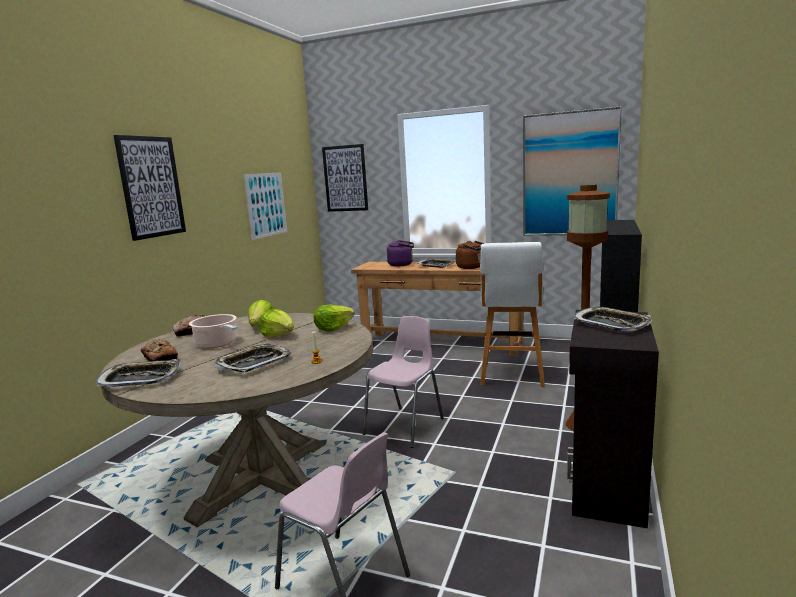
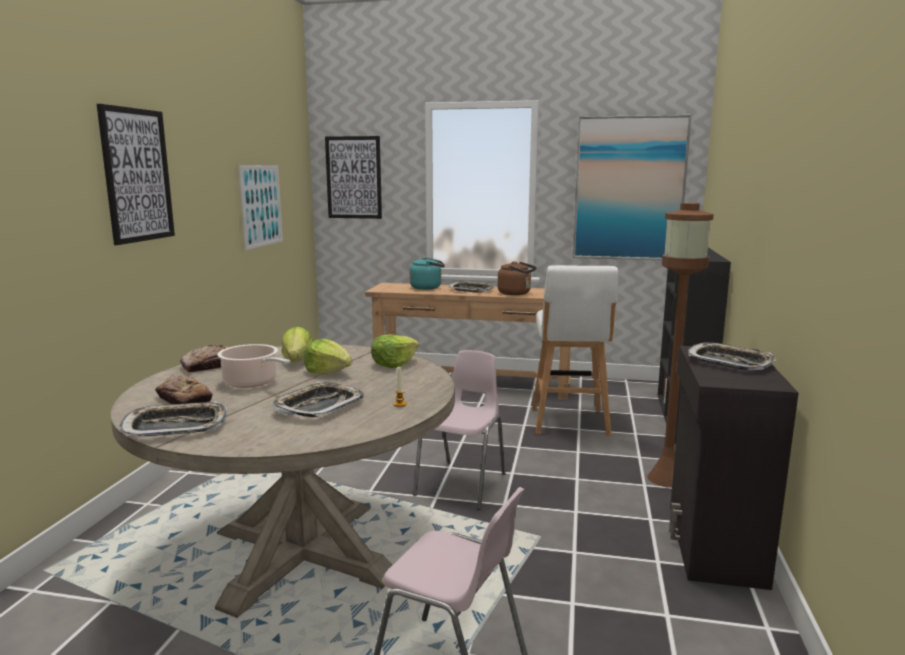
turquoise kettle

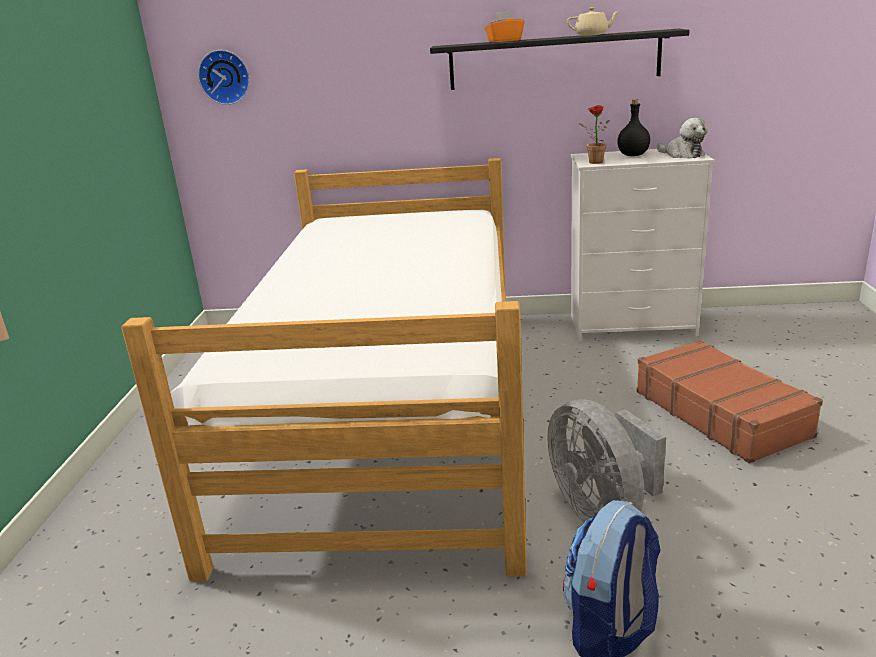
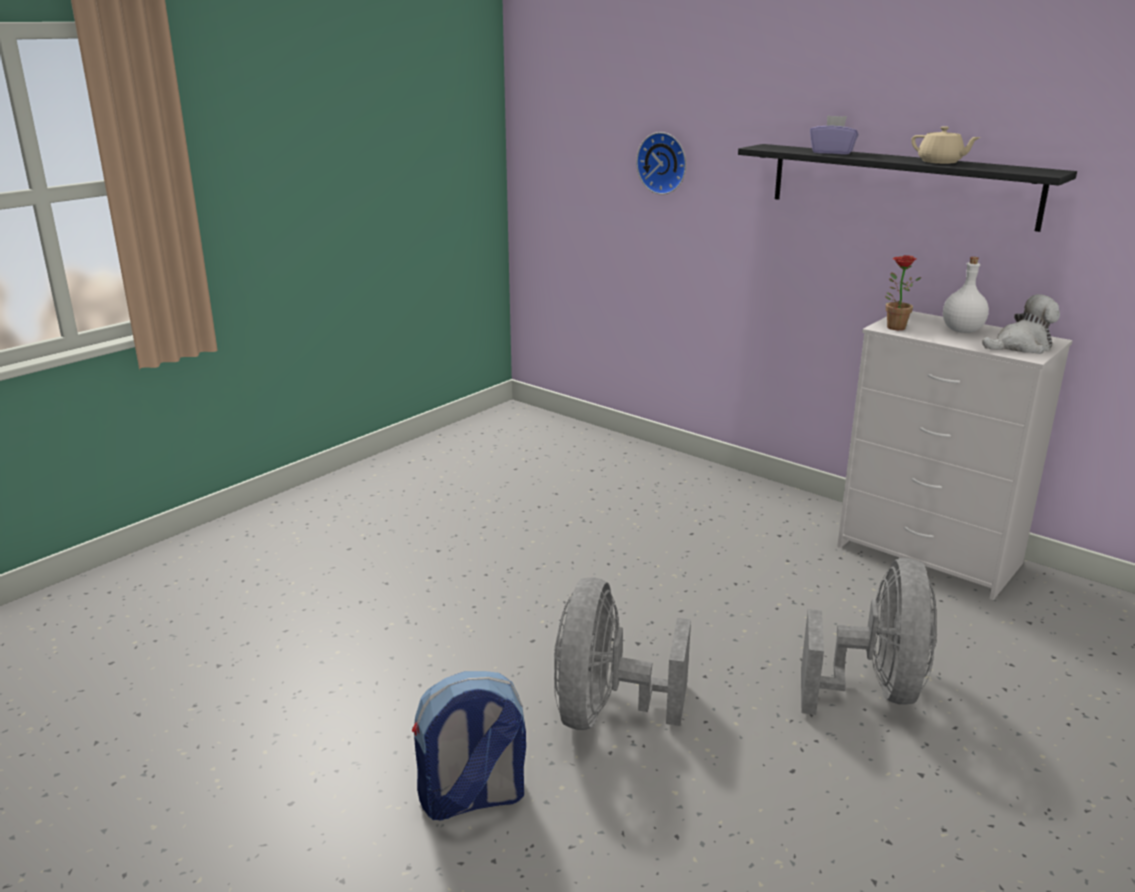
purple tissue box
wall clock
white bottle
plush toy
bed
grey fan (no. 2 from left)

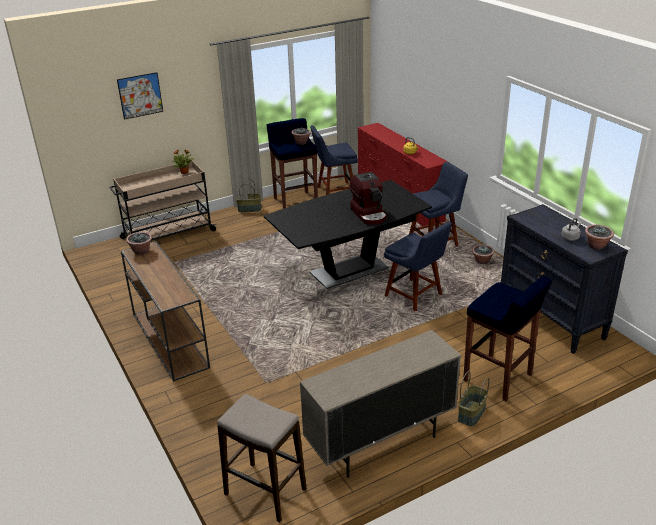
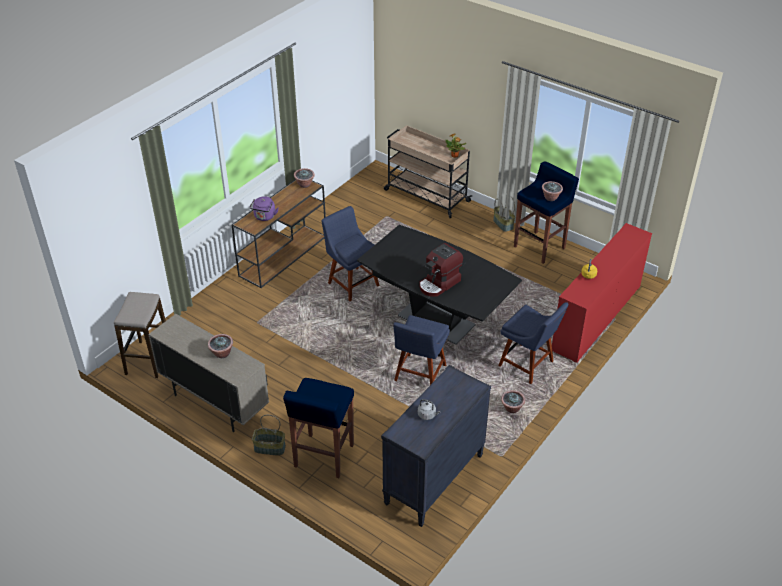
picture
blue chair (no. 1 from left)
potted plant (no. 1 from left)
purple kettle

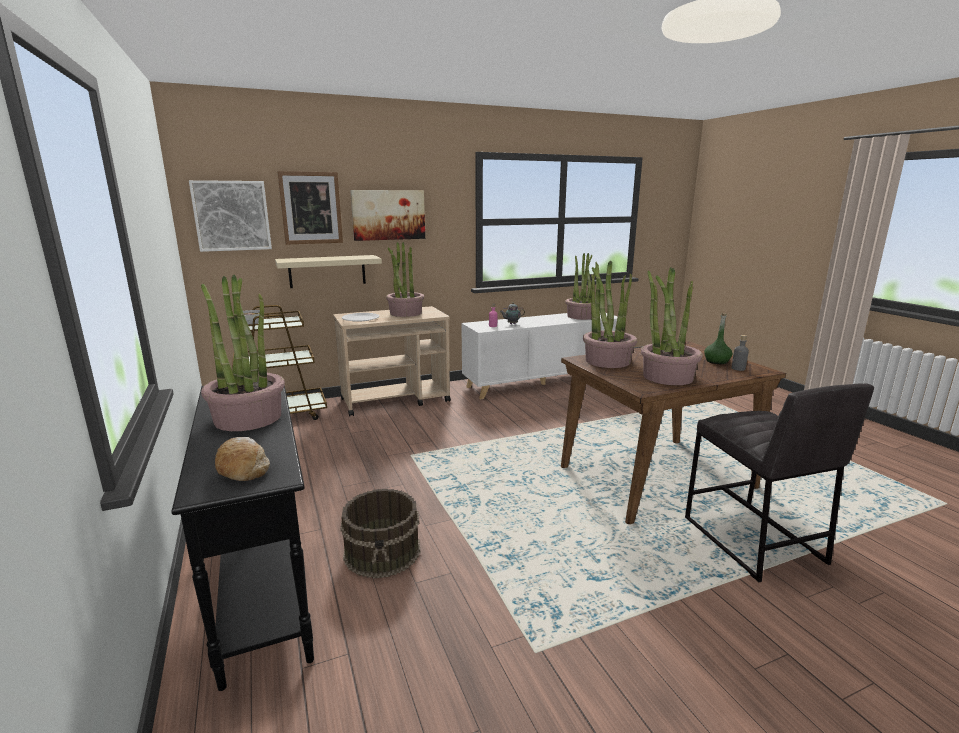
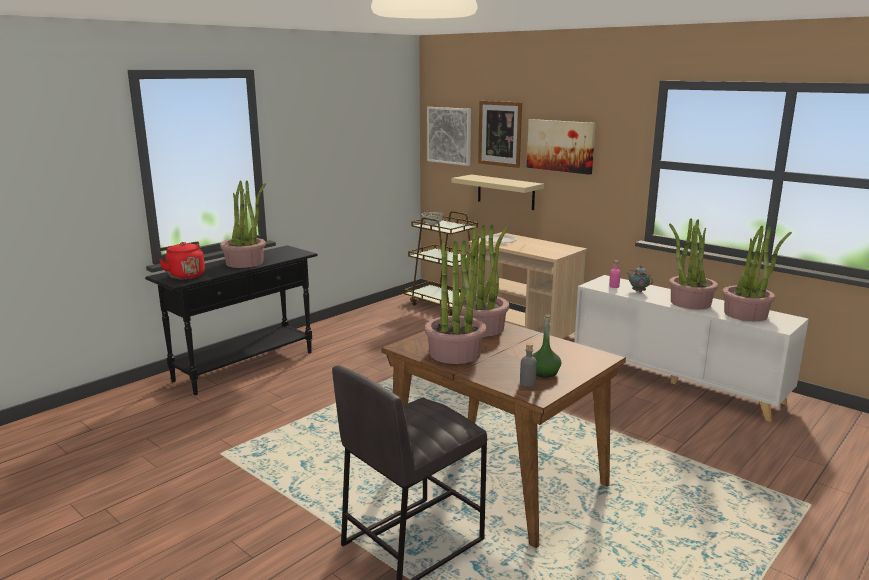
potted plant (no. 4 from left)
red kettle
brown bucket

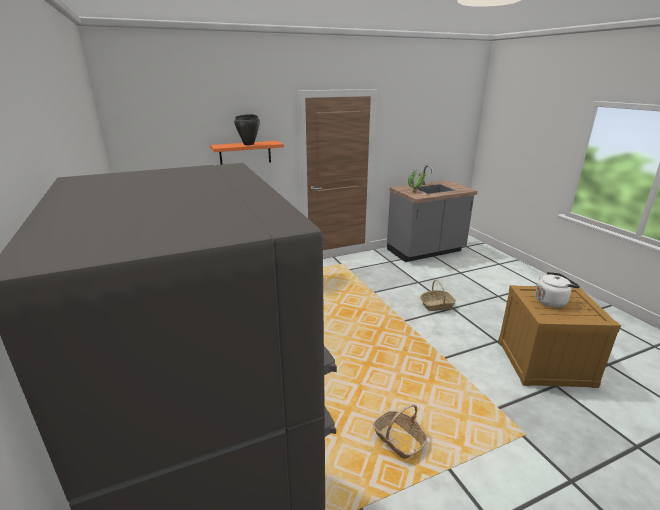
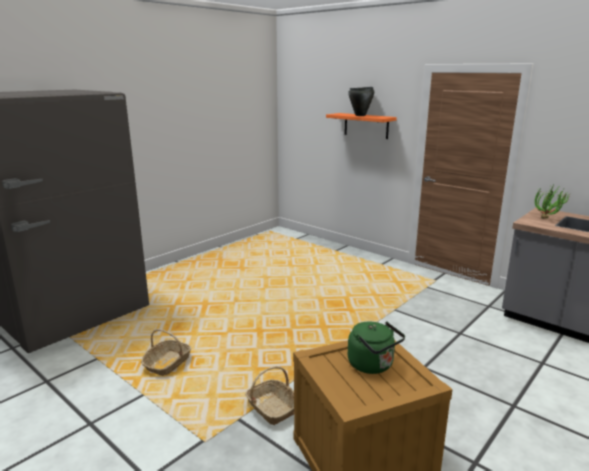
green kettle
basket (no. 2 from left)

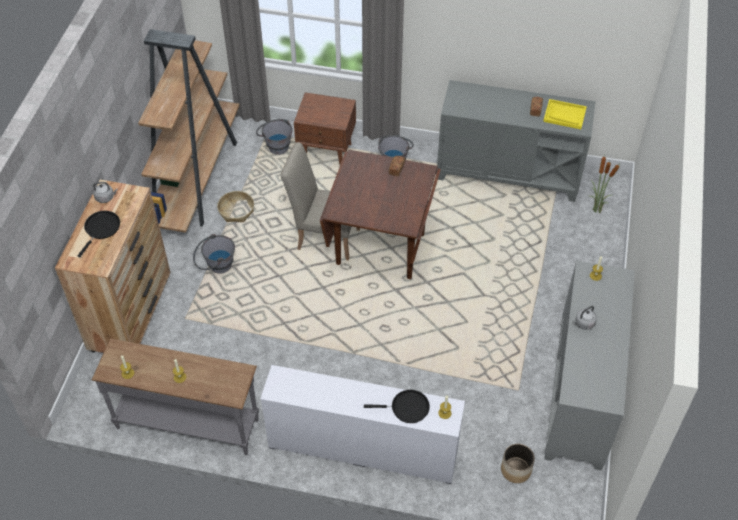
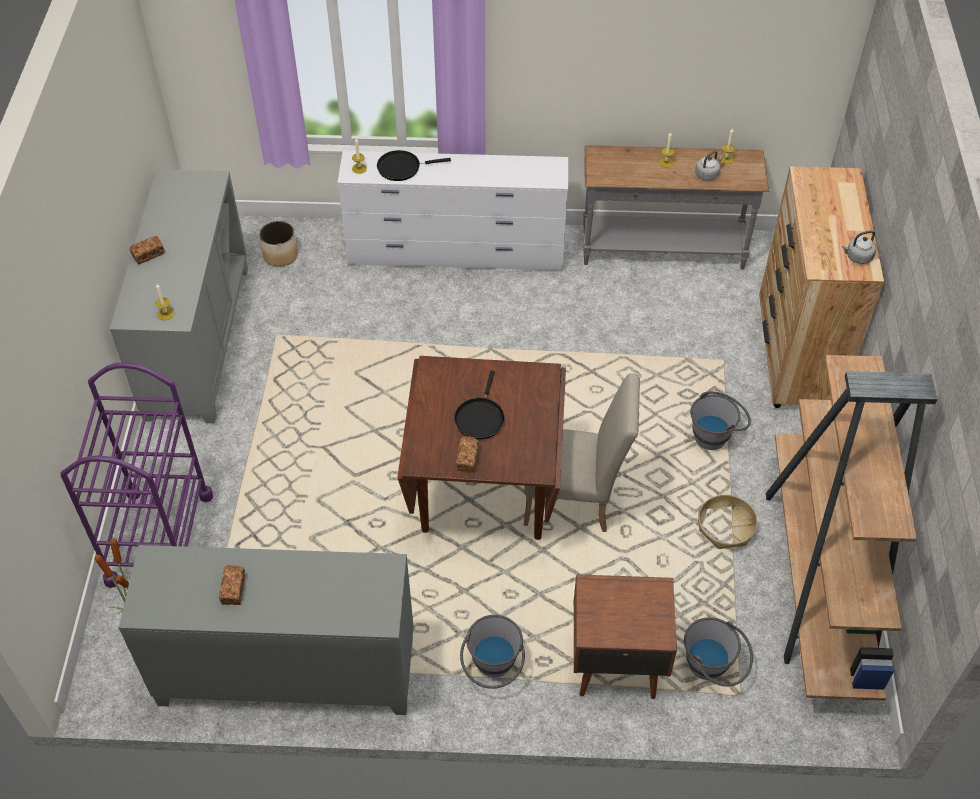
yellow tray
black frying pan (no. 2 from left)
grey kettle (no. 1 from left)
bread (no. 1 from left)
purple cart

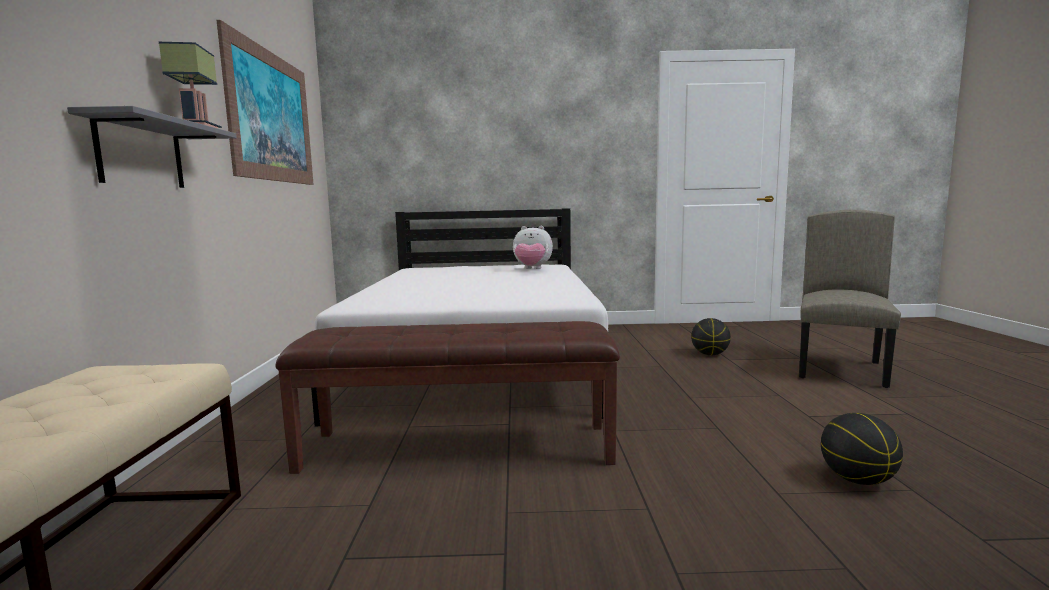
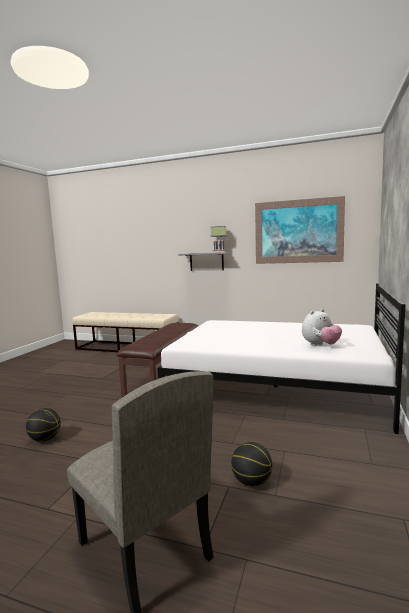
plush toy

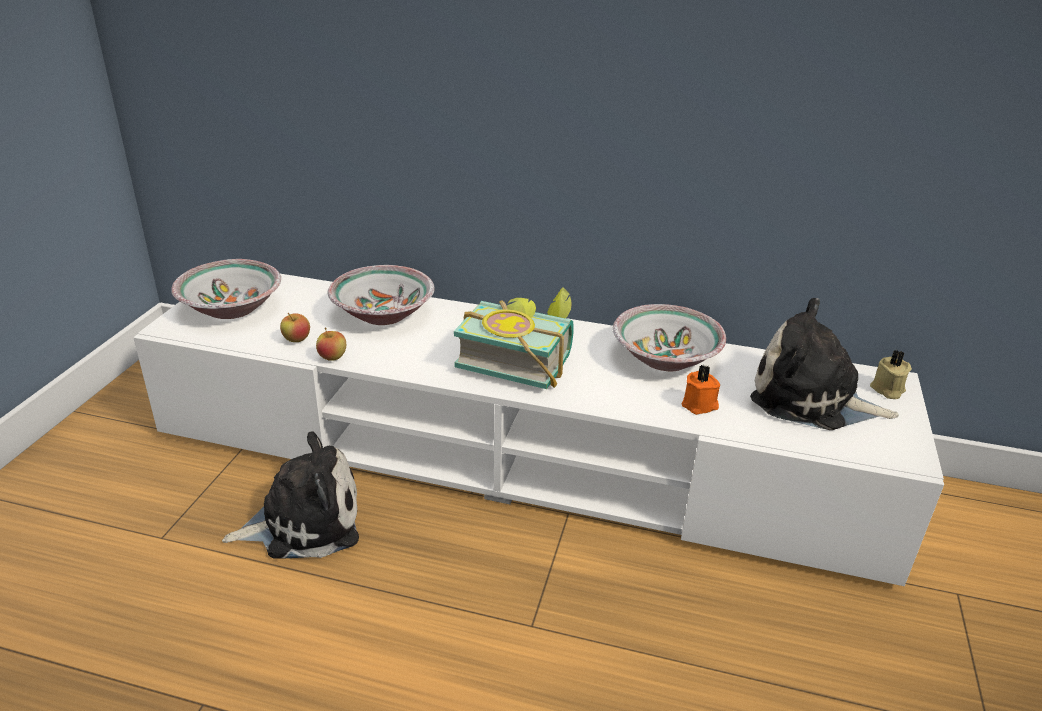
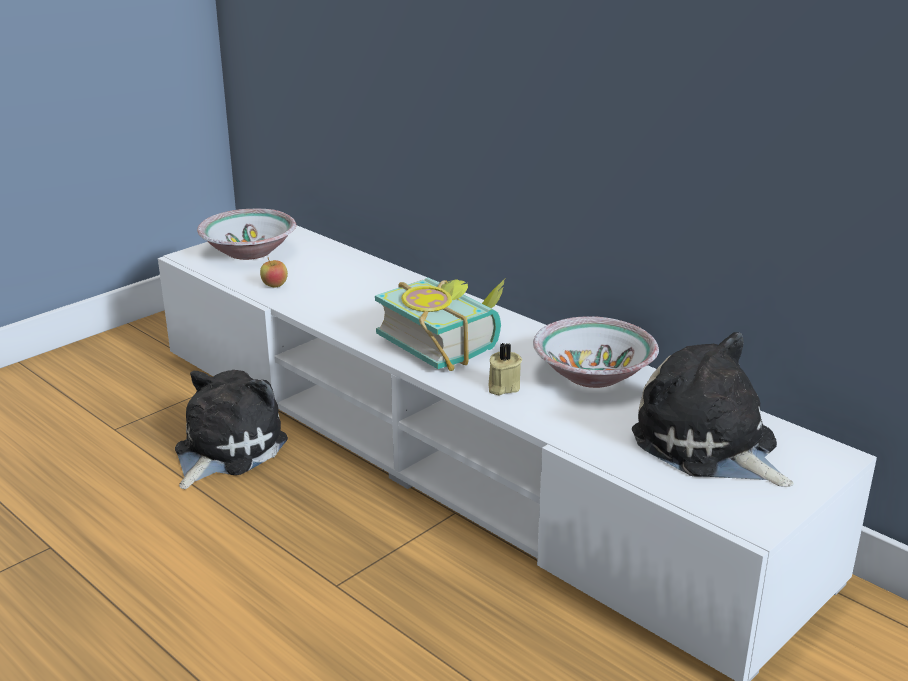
bowl (no. 2 from left in the first image)
apple (no. 2 from left in the first image)
beige candle
orange candle
plush toy (no. 1 from left)

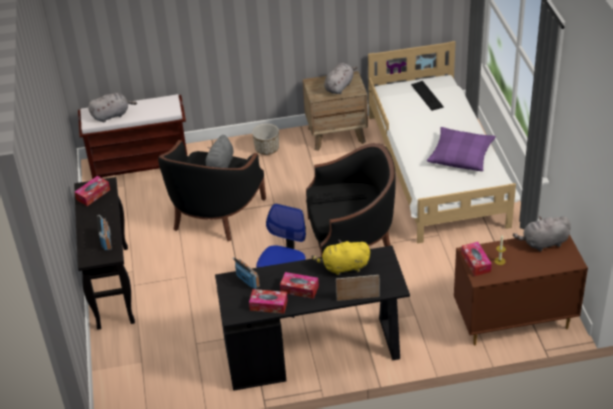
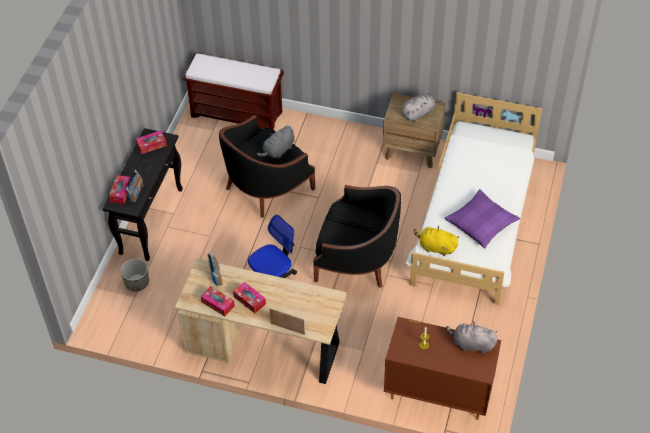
keyboard (no. 2 from left in the first image)
grey plush toy (no. 1 from left in the first image)
planter
yellow plush toy
tissue box (no. 1 from left)
beige desk

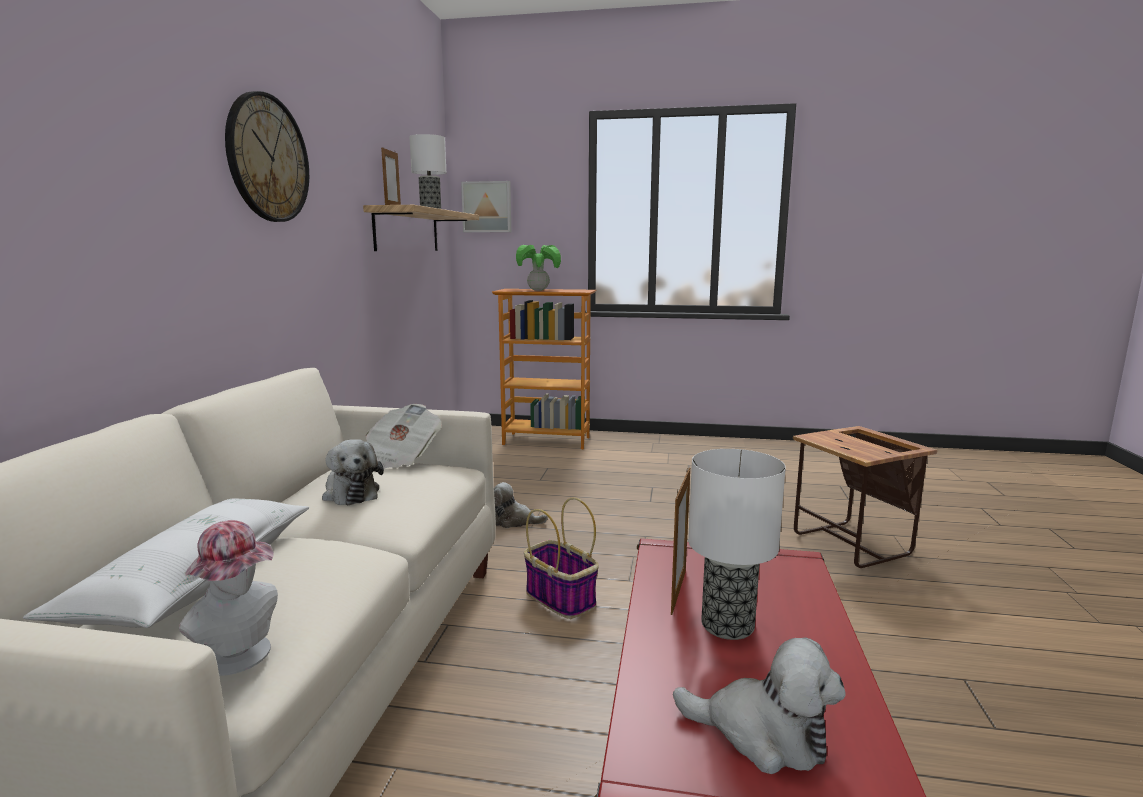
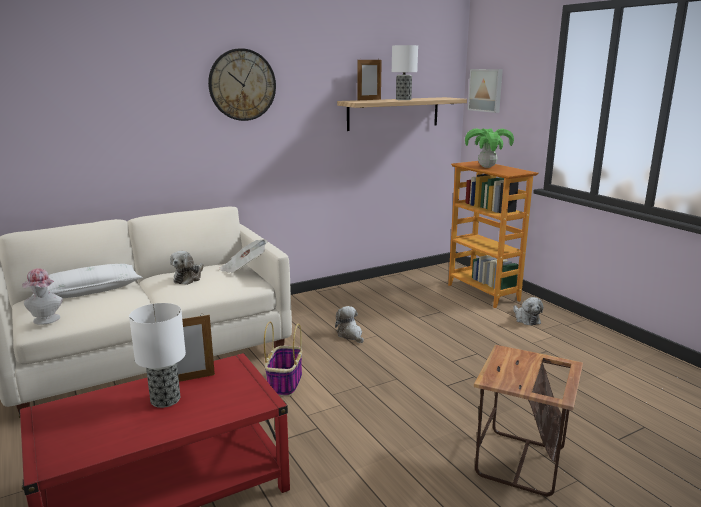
plush toy (no. 3 from left)

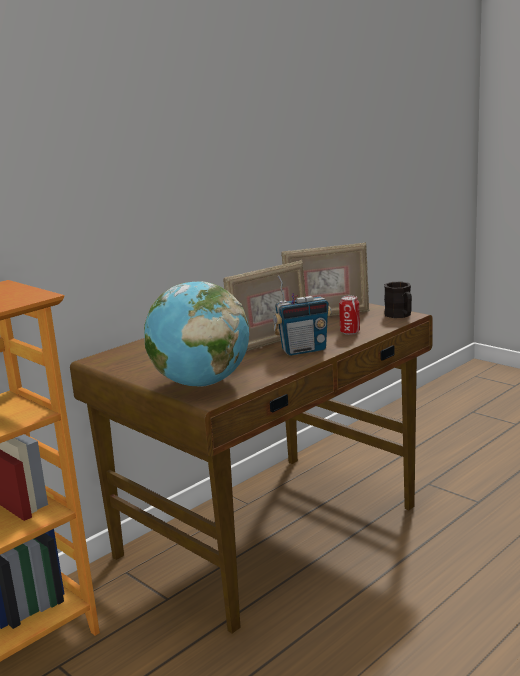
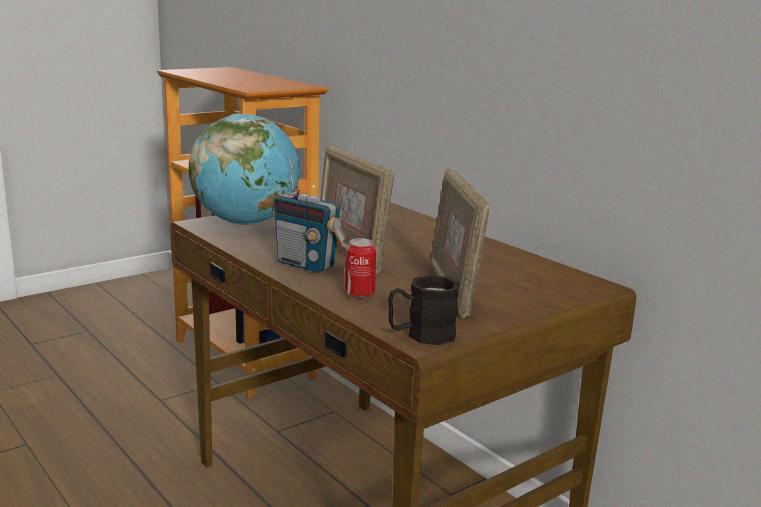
radio

